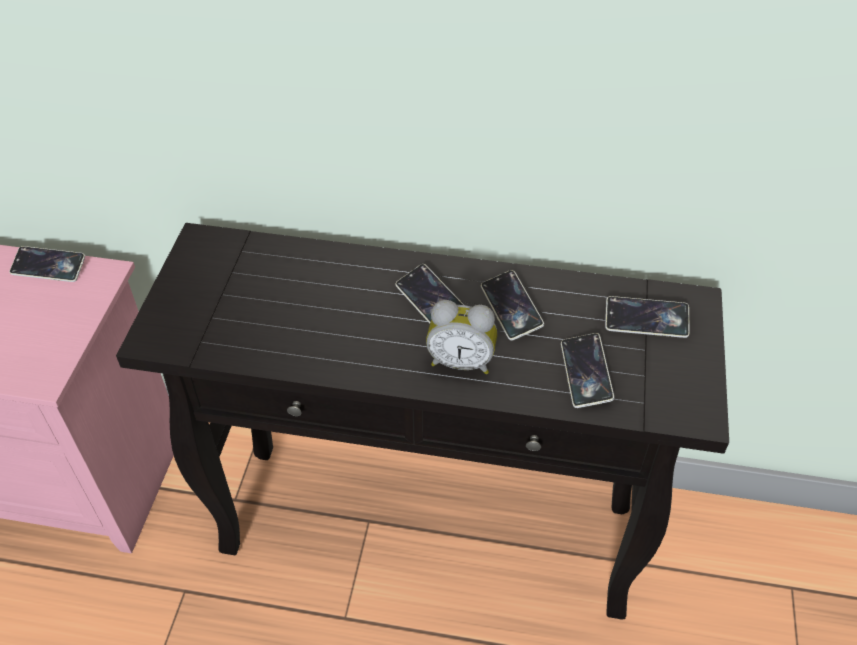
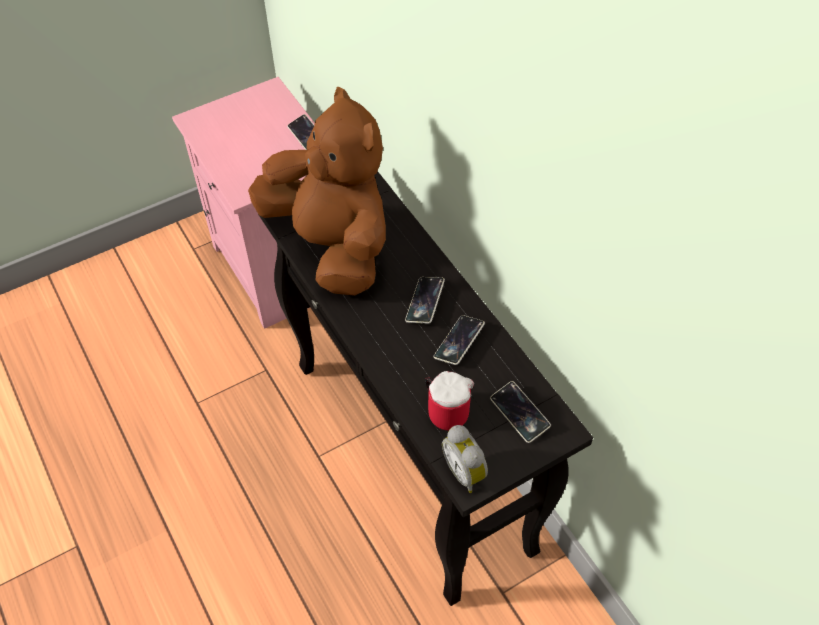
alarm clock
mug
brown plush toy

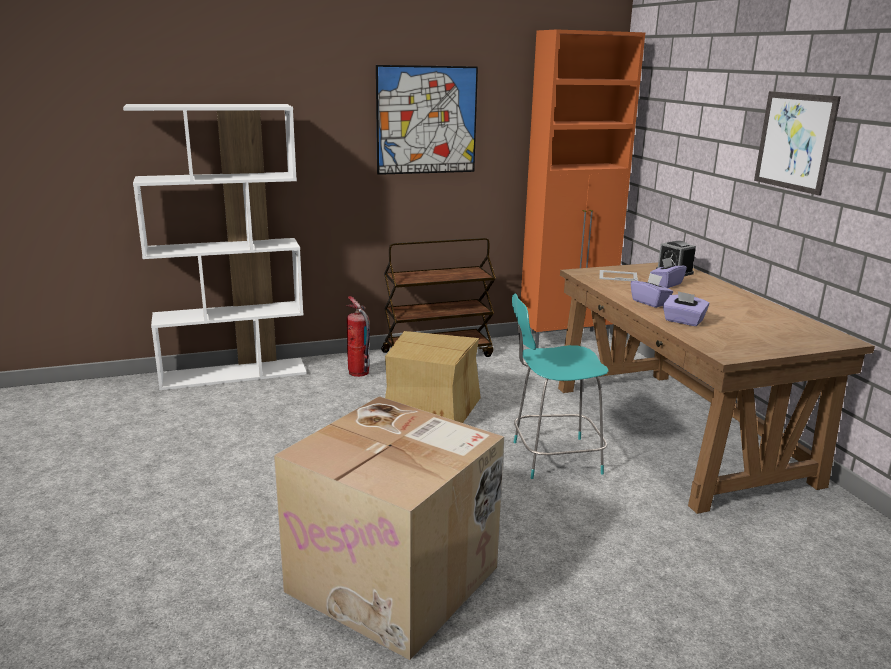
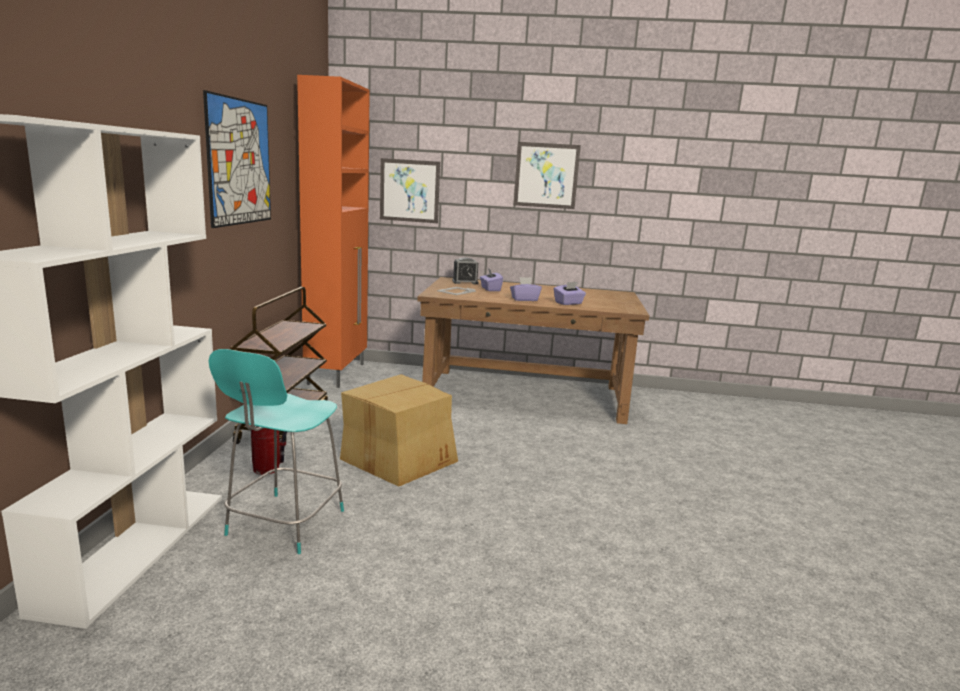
turquoise chair
cardboard box (no. 1 from left in the first image)
picture (no. 2 from left)

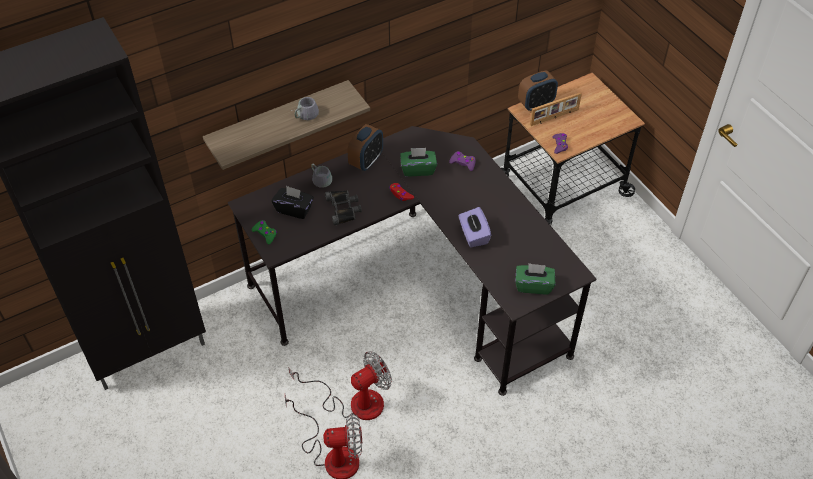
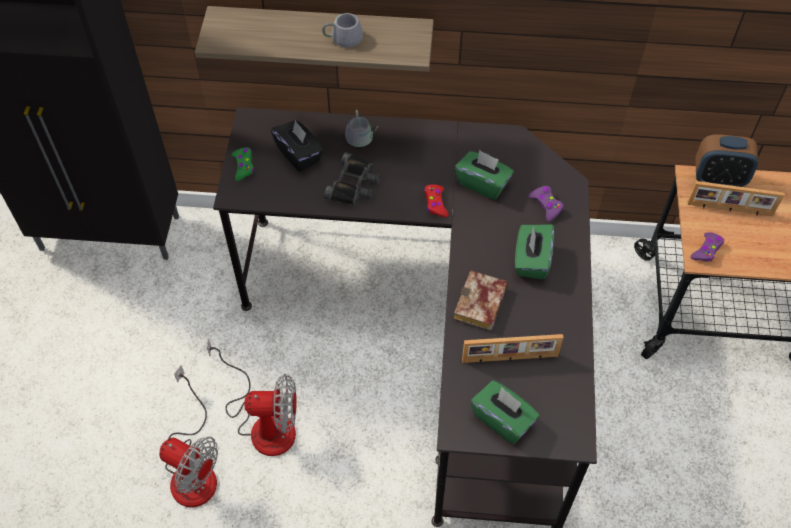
alarm clock (no. 1 from left in the first image)
book
green tissue box (no. 3 from left)
picture frame (no. 1 from left)

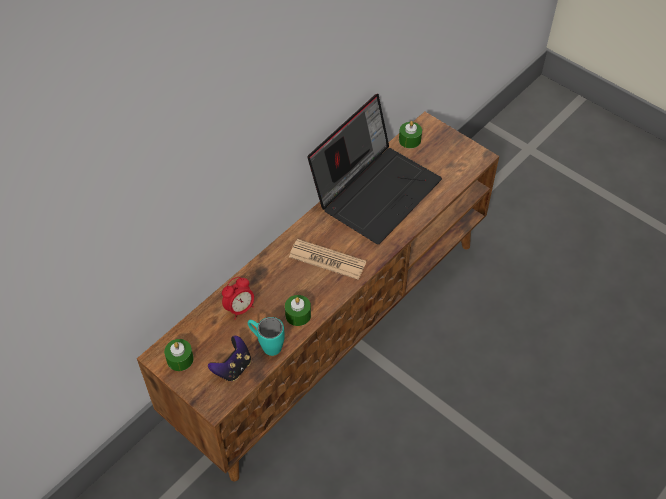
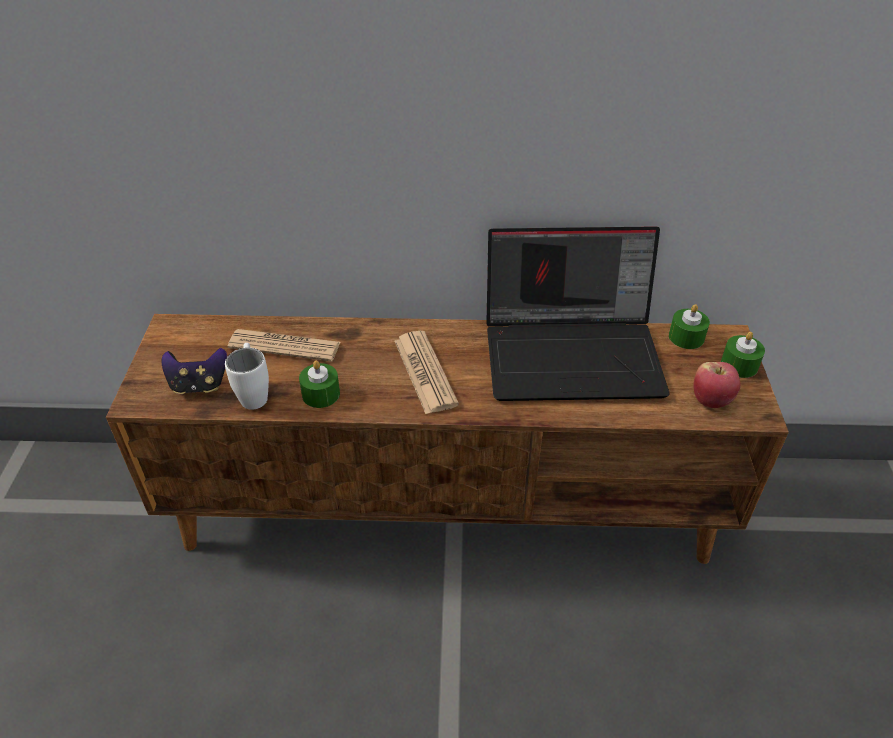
newspaper (no. 1 from left)
white mug
green candle (no. 3 from left)
apple

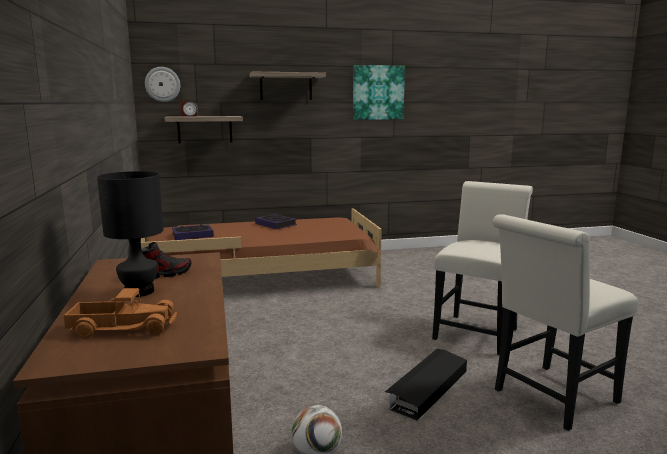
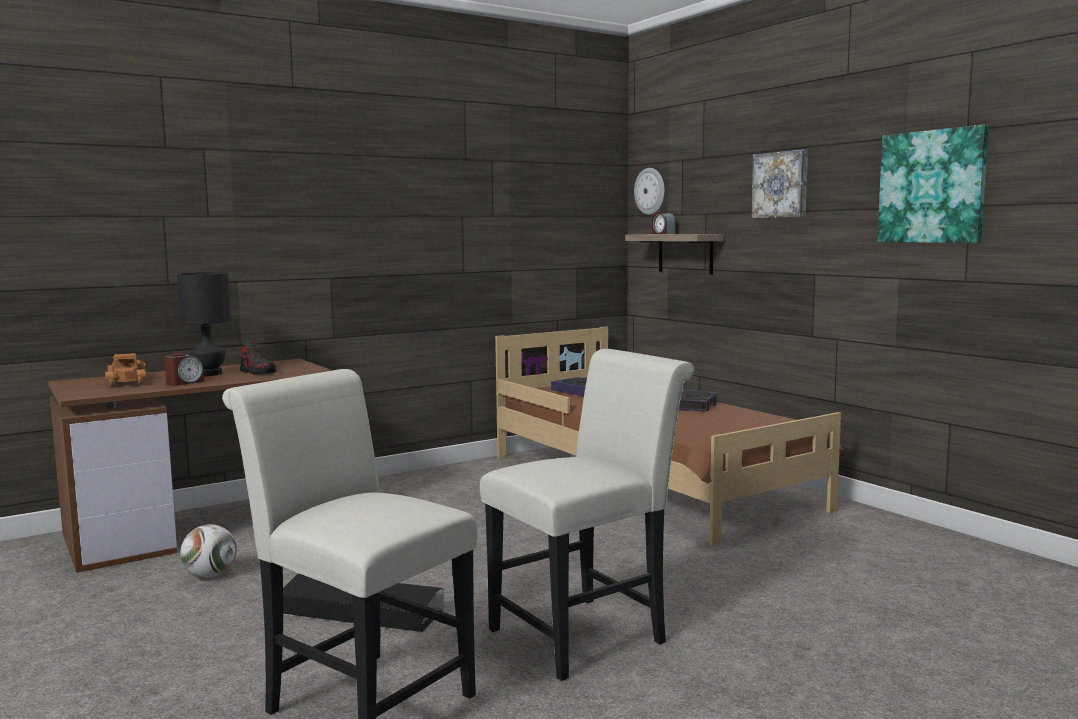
picture (no. 1 from left)
white chair (no. 2 from left)
alarm clock (no. 1 from left)

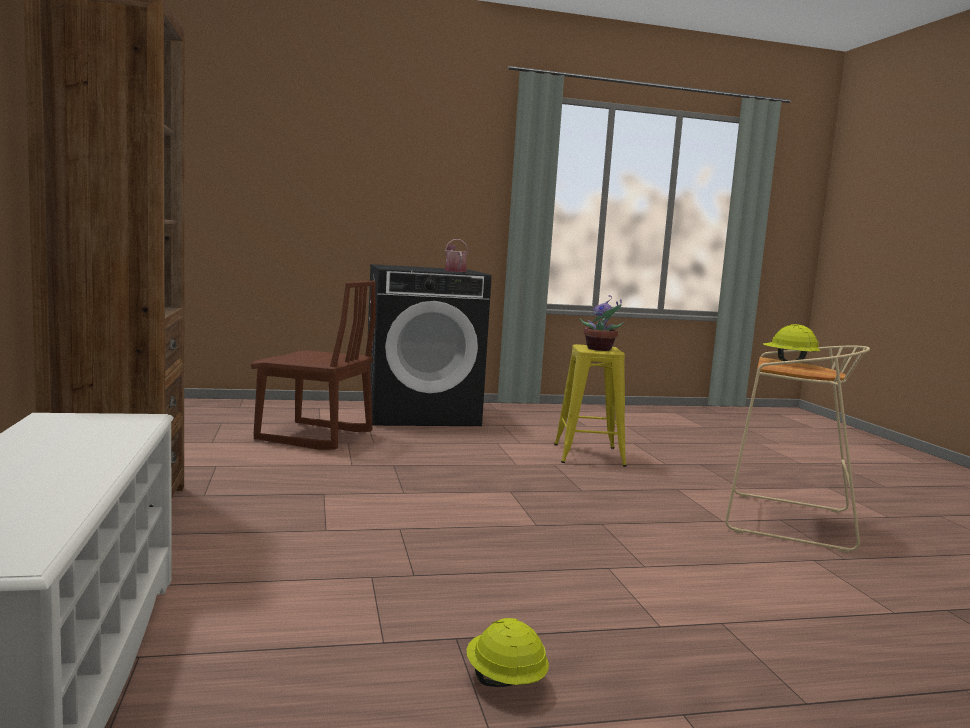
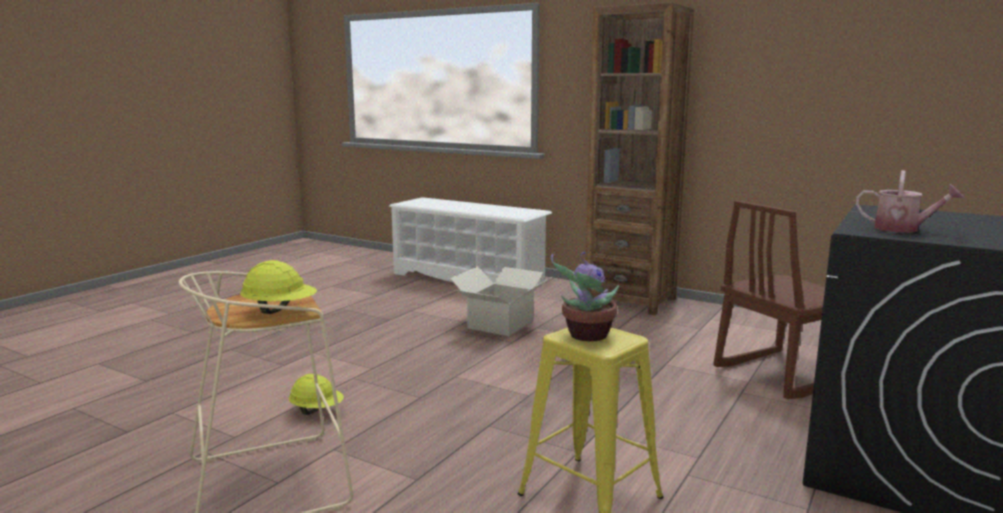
yellow hard hat (no. 2 from left)
cardboard box

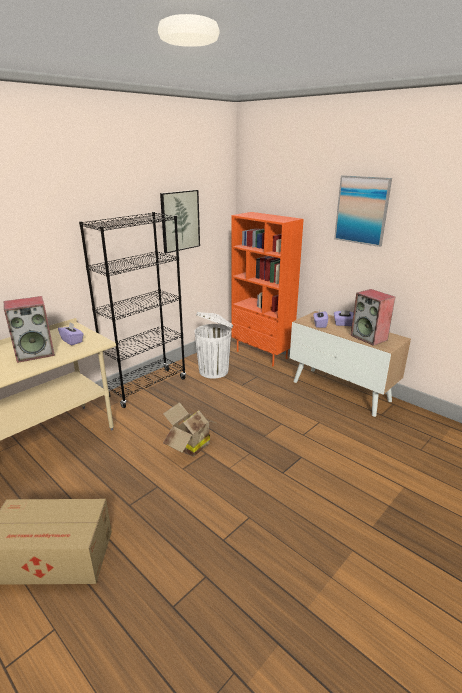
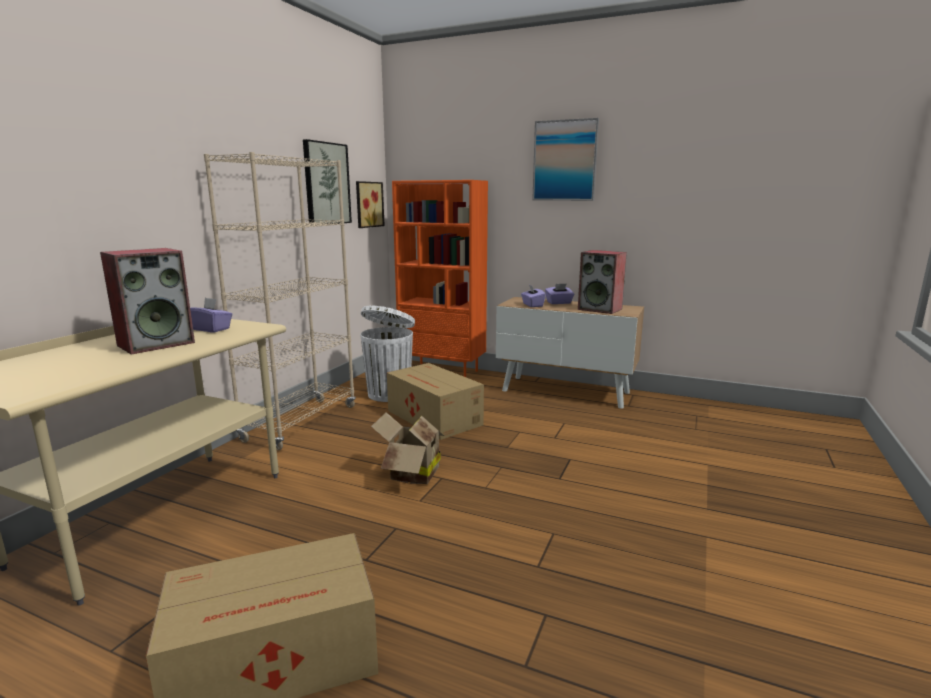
beige bookcase
picture (no. 2 from left)
cardboard box (no. 3 from left)

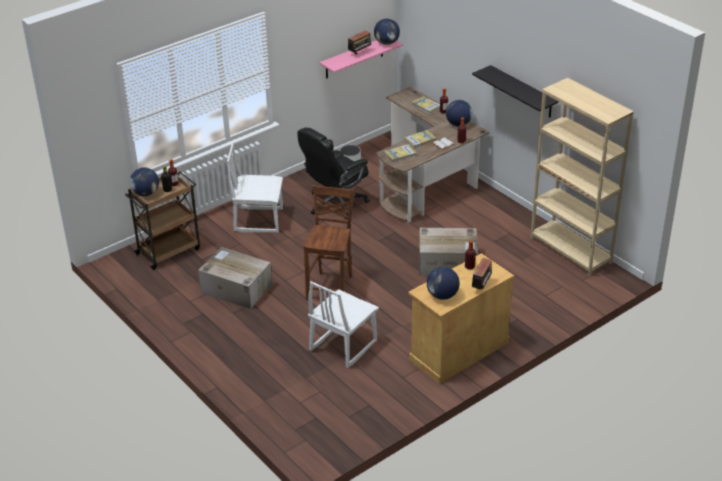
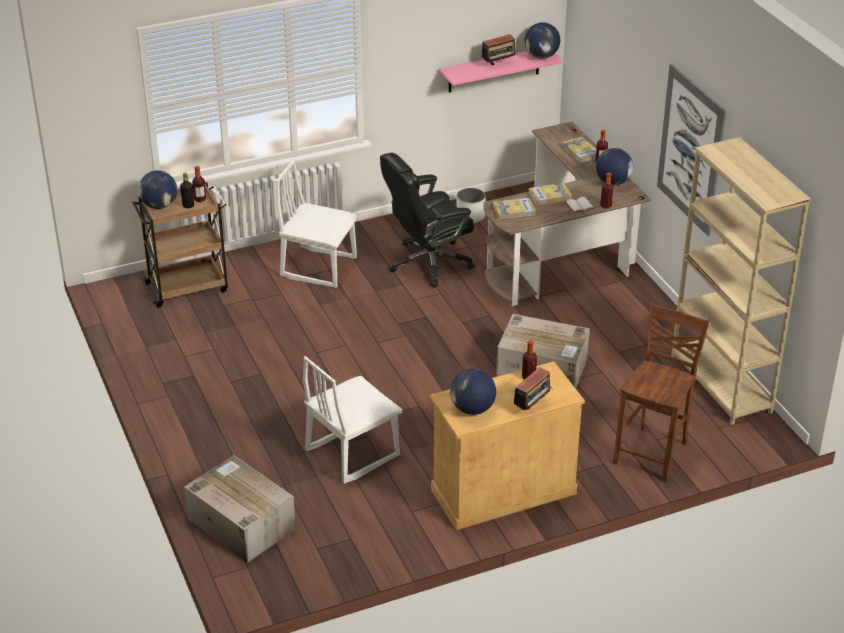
picture
brown chair
cardboard box (no. 1 from left)

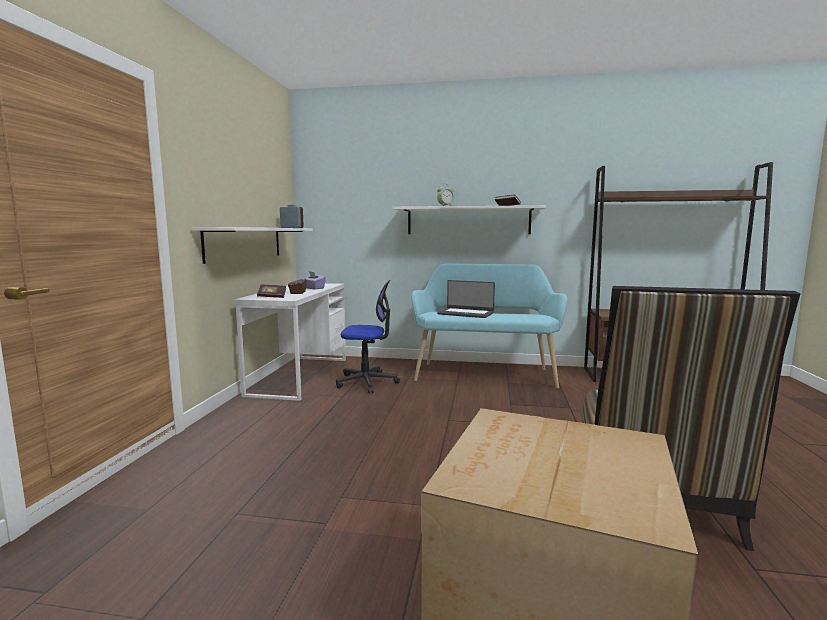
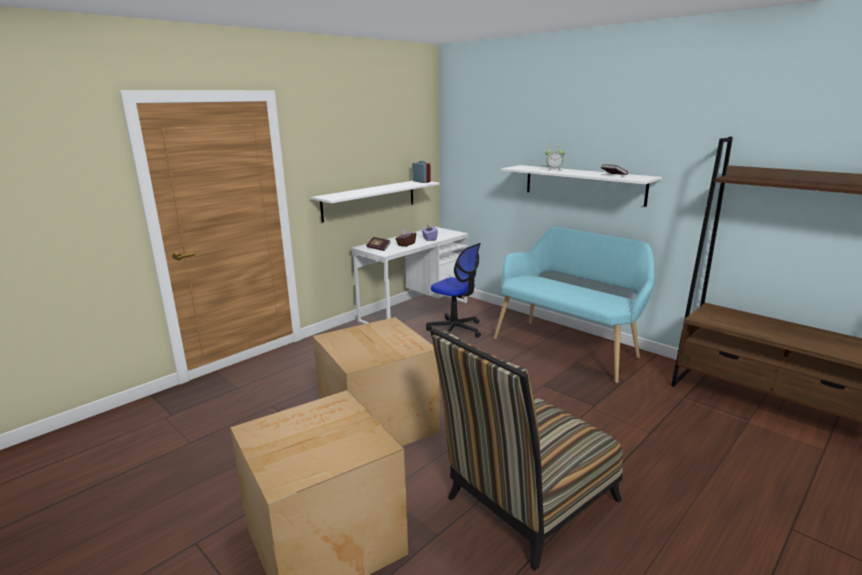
laptop
cardboard box (no. 2 from left)

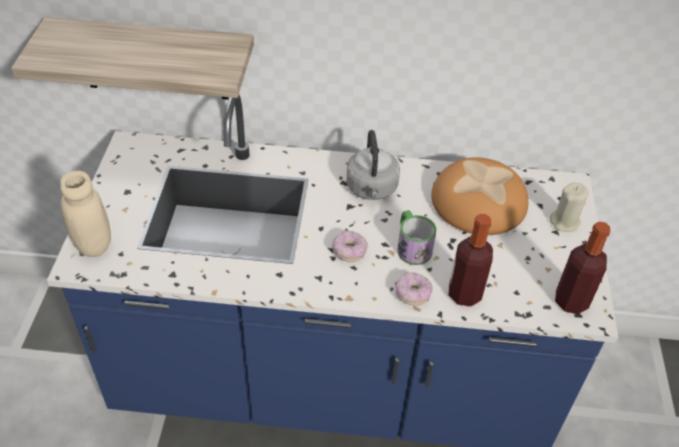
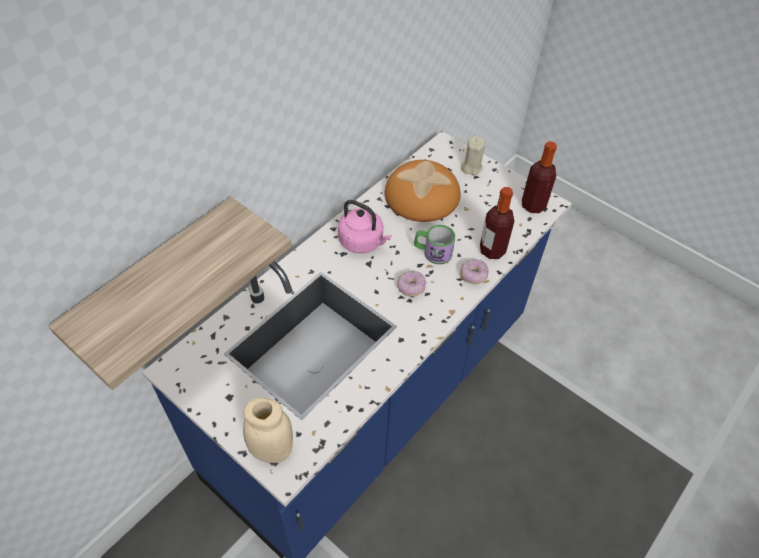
pink kettle

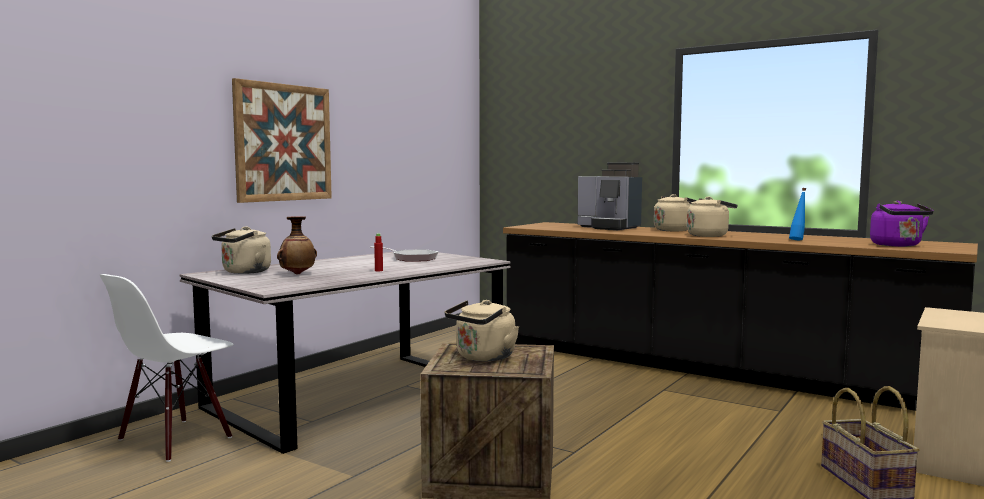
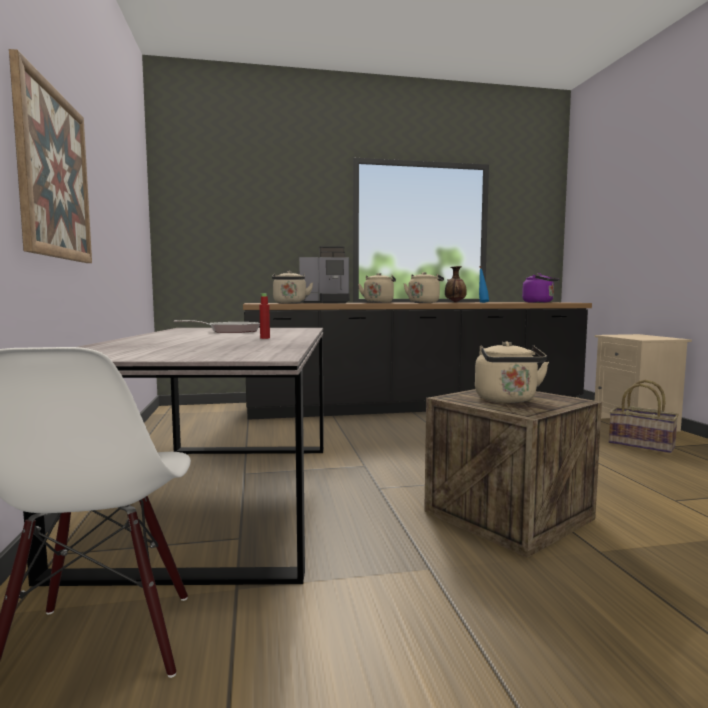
vase
beige kettle (no. 1 from left)

